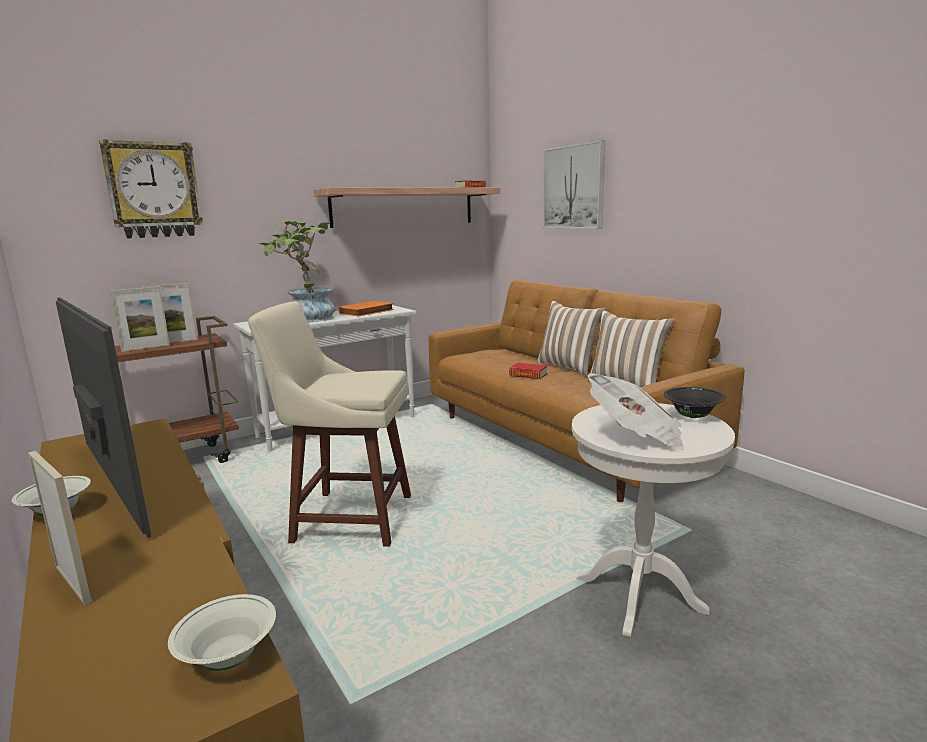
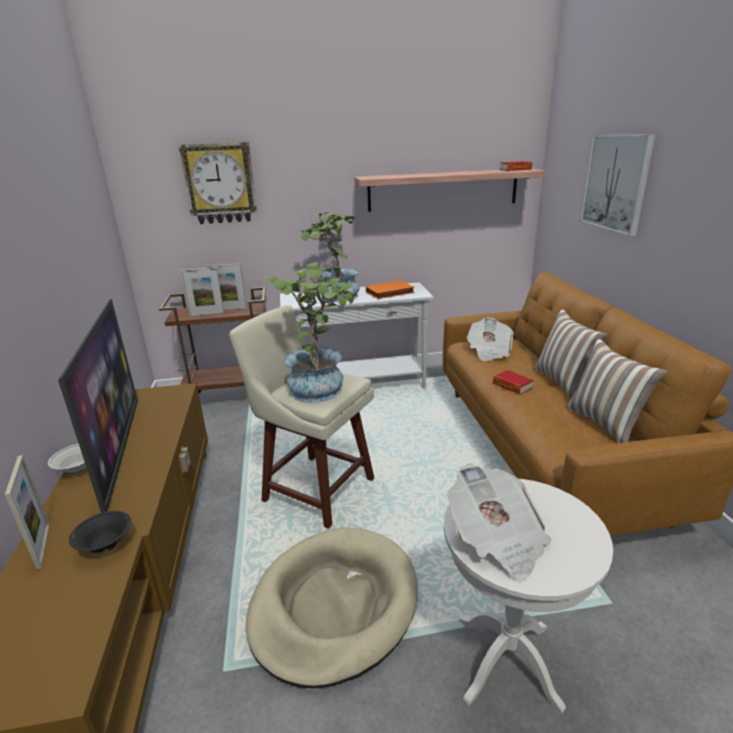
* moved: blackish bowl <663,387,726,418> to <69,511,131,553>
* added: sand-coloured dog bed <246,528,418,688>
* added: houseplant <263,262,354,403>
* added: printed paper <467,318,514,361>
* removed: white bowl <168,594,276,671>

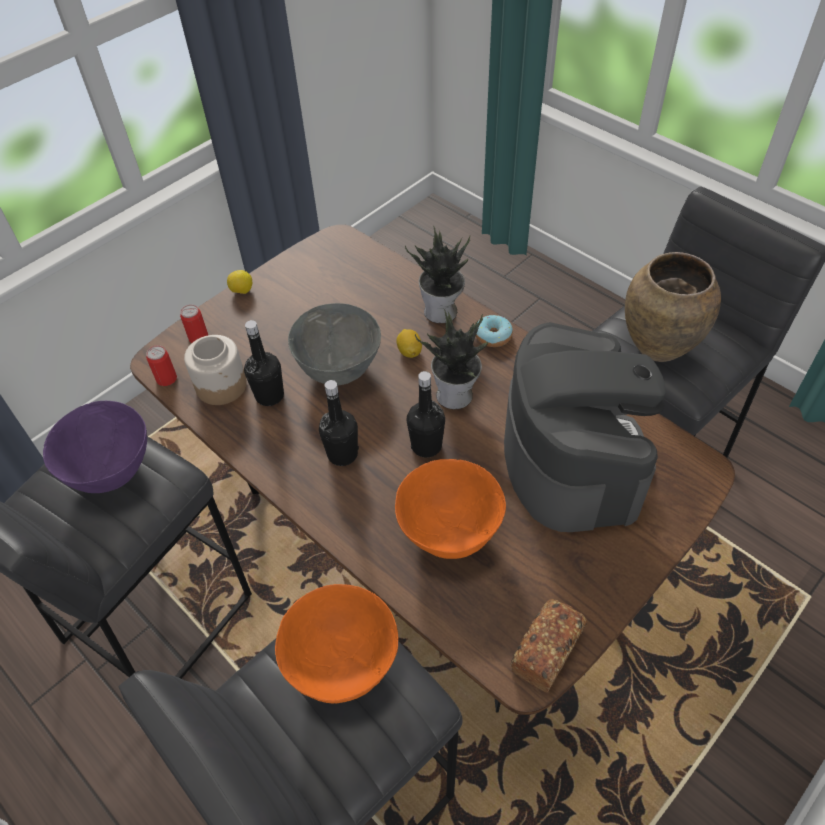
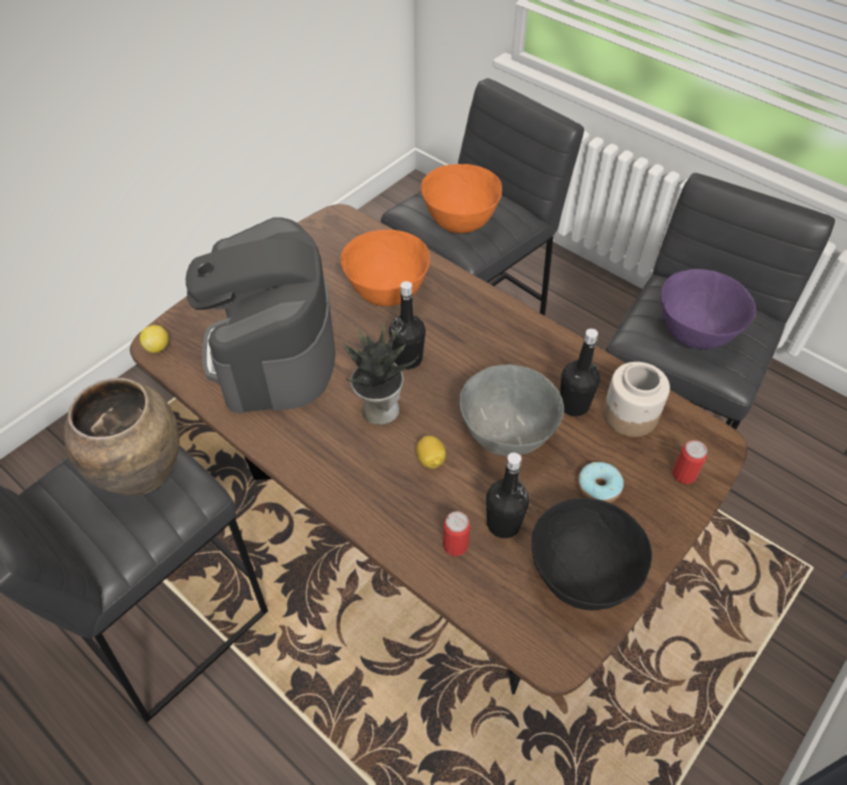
* moved: citrus fruit <227,270,252,294> to <140,325,169,353>
* moved: can <146,345,177,386> to <443,511,470,556>
* moved: blackish drink bottle <319,380,359,466> to <486,452,529,538>
* added: blackish bowl <532,498,652,610>
* moved: donut <476,315,513,347> to <578,462,624,503>
* removed: houseplant <405,225,470,323>
* removed: bread <510,599,587,692>

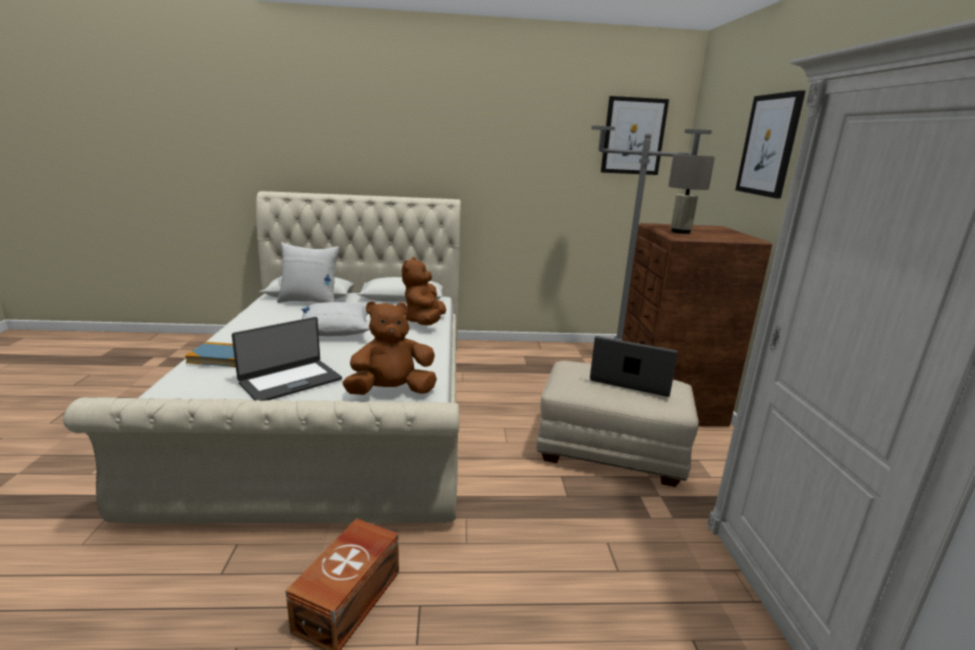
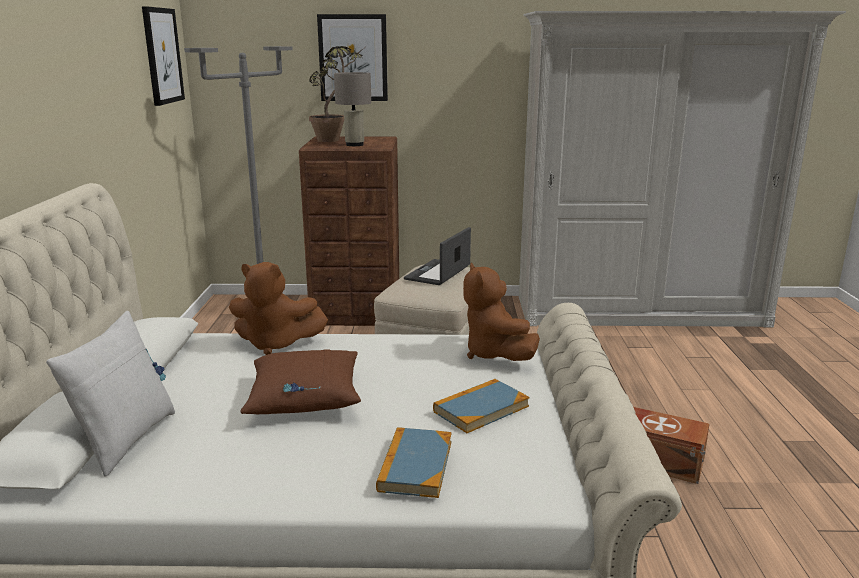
* recoloured: gray pillow <301,302,370,336> to brownish pillow <240,349,361,414>
* added: houseplant <309,46,364,142>
* replaced: portable computer <232,317,342,401> to bound book <433,379,529,433>

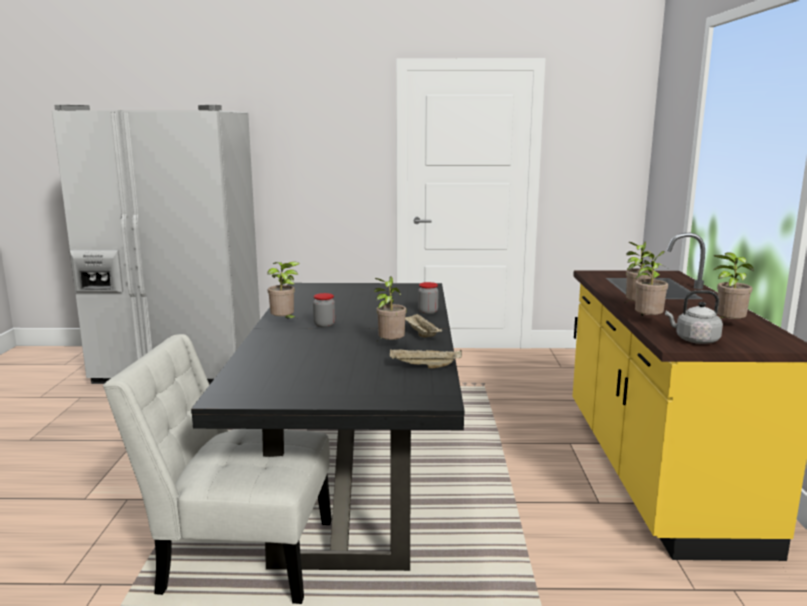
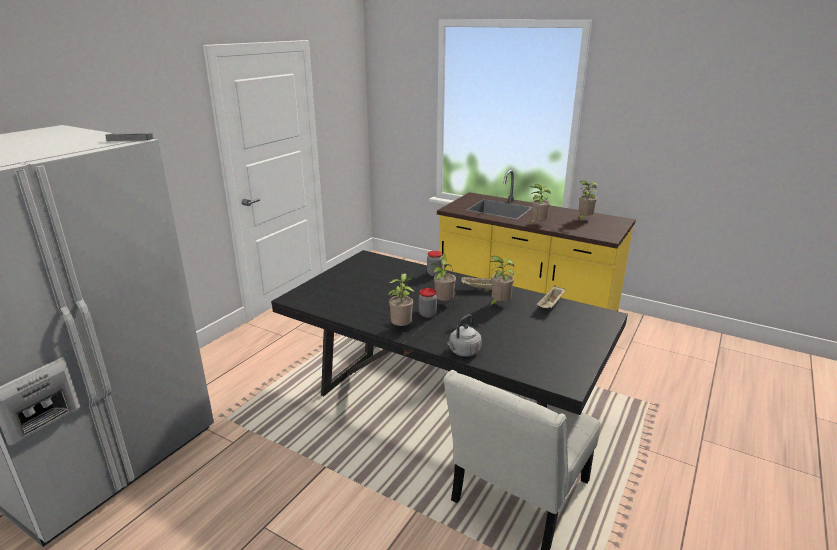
* moved: houseplant <635,250,668,317> to <432,253,456,301>
* moved: gray kettle <665,290,723,344> to <447,314,482,357>

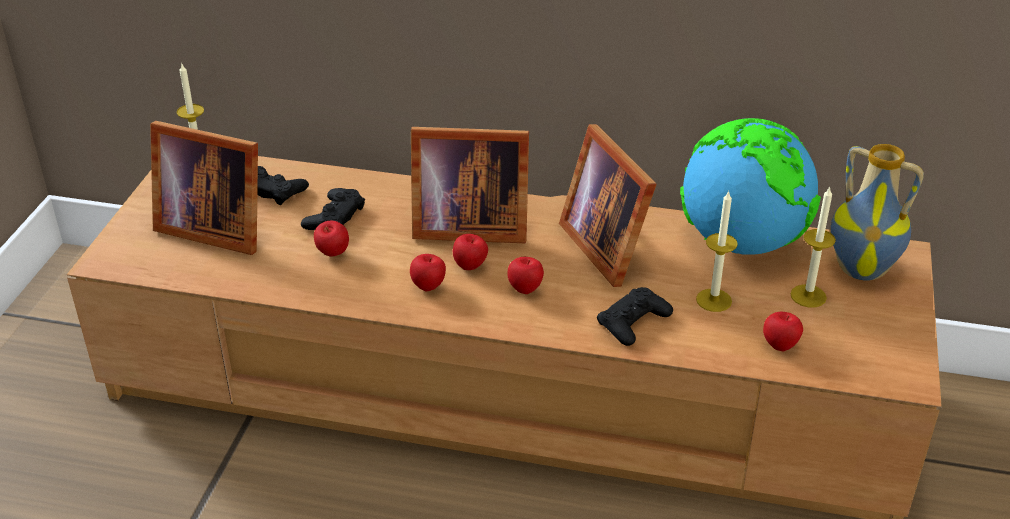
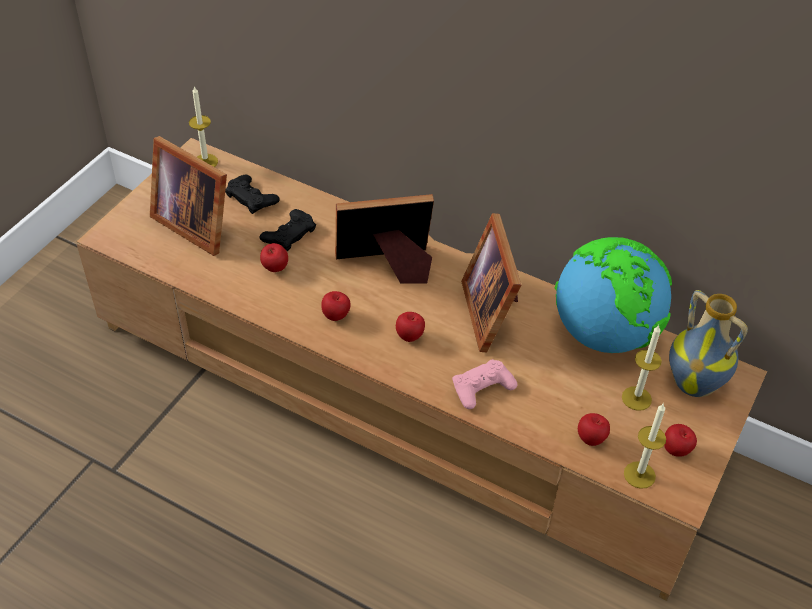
* turned: standing frame <411,127,529,243> = <335,194,434,283> 150 degrees clockwise
* recoloured: blackish gamepad <597,287,673,346> to pink-coloured gamepad <452,359,517,409>
* moved: candle <696,191,738,312> to <624,403,666,489>
* moved: whole apple <453,234,488,270> to <664,424,697,457>

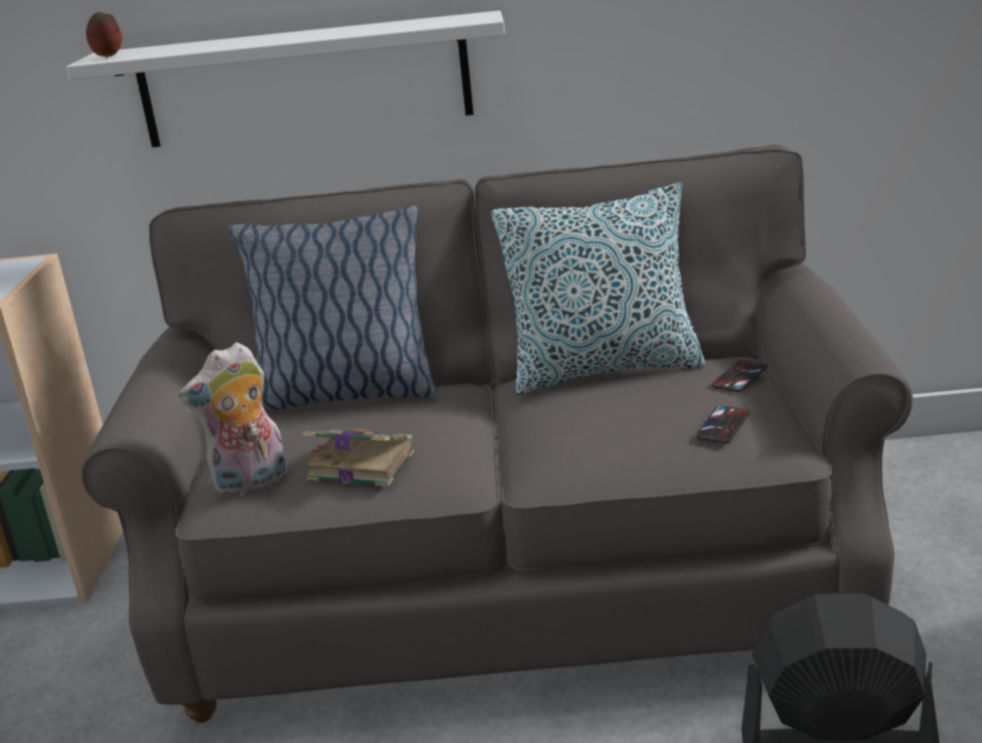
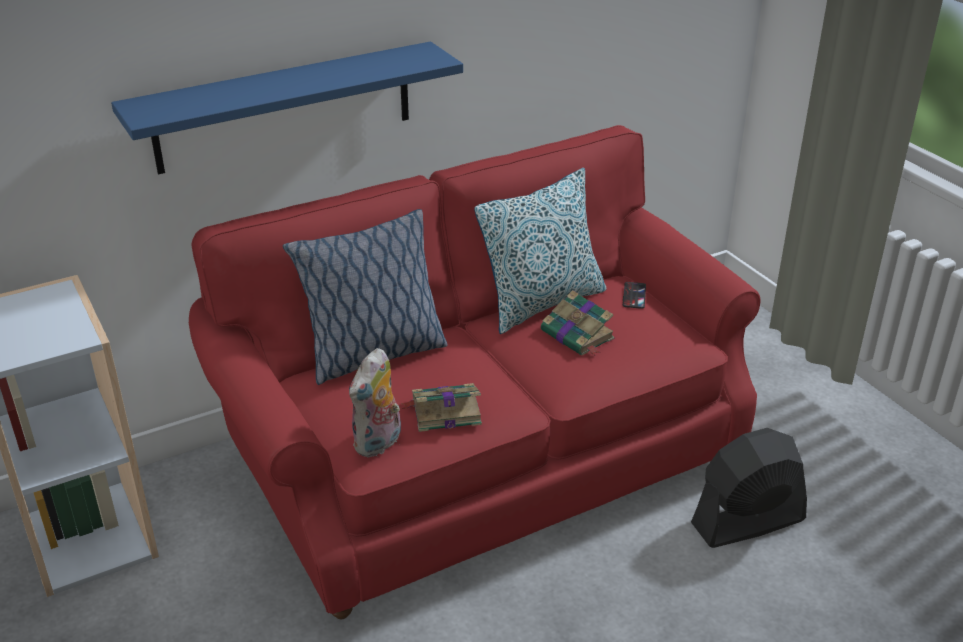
* recoloured: white wall shelf <66,11,505,147> to blue wall shelf <111,42,463,174>
* recoloured: gray settee <81,145,913,723> to red settee <189,125,761,619>
* added: bound book <541,290,614,356>
* removed: whole apple <86,12,122,57>
* removed: handset <696,406,750,444>

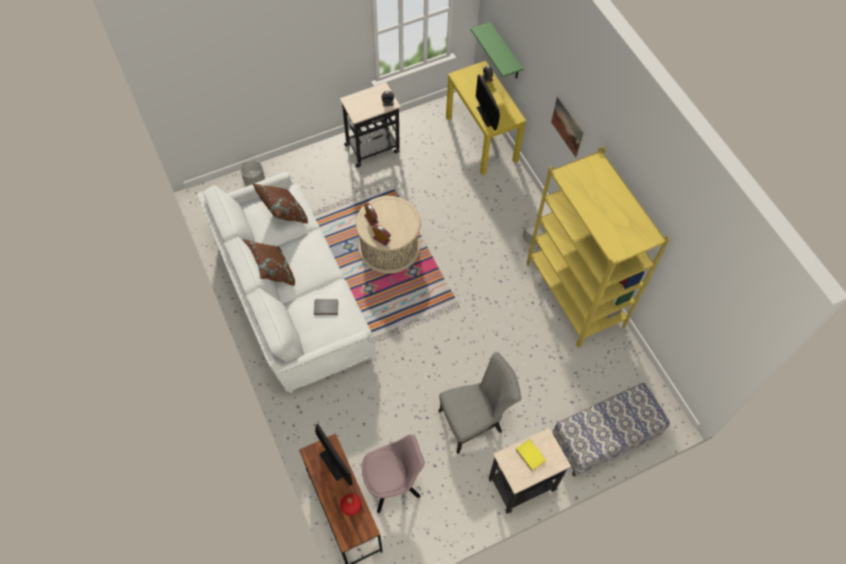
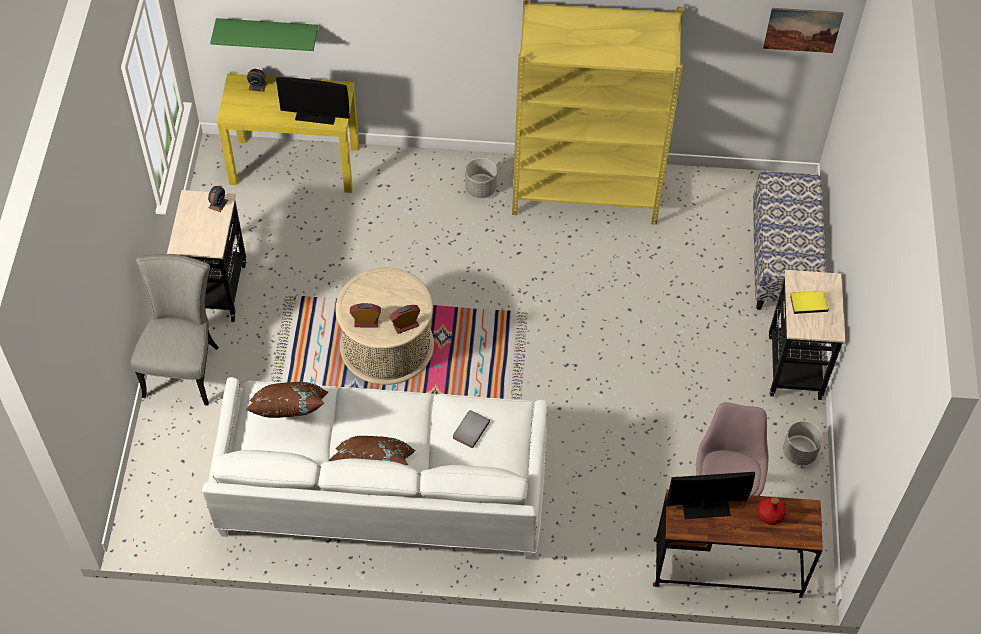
* moved: gray plain chair <438,352,521,454> to <130,254,219,406>
* moved: wall picture <551,96,584,157> to <763,8,844,53>
* moved: gray flower pot <240,160,265,186> to <783,421,823,465>

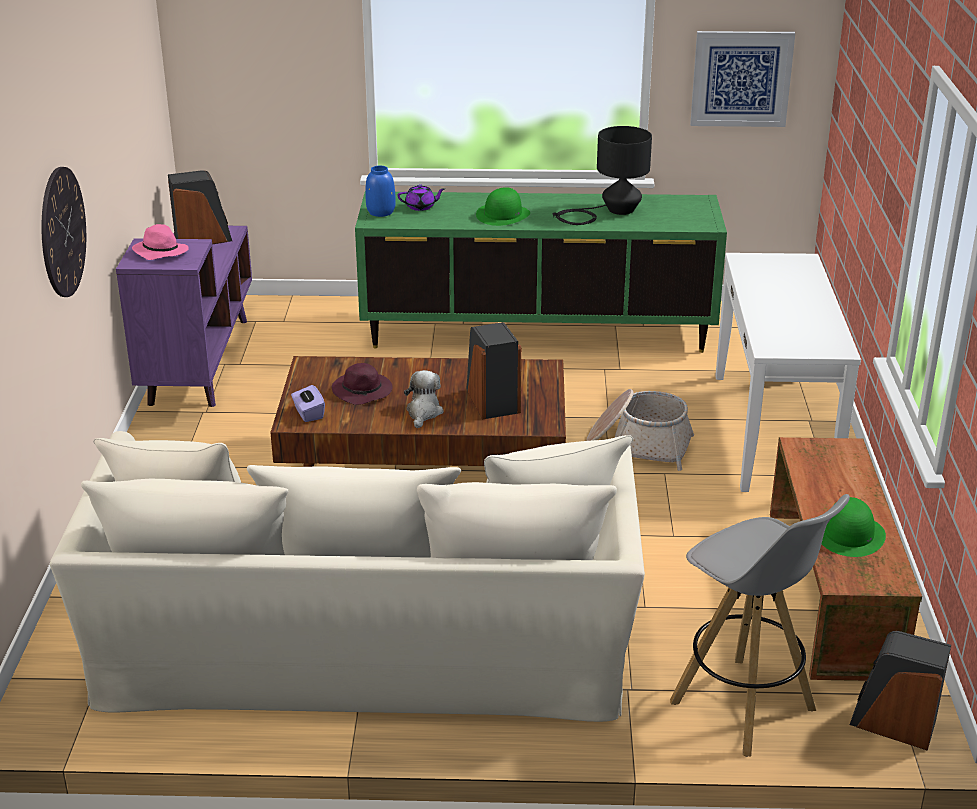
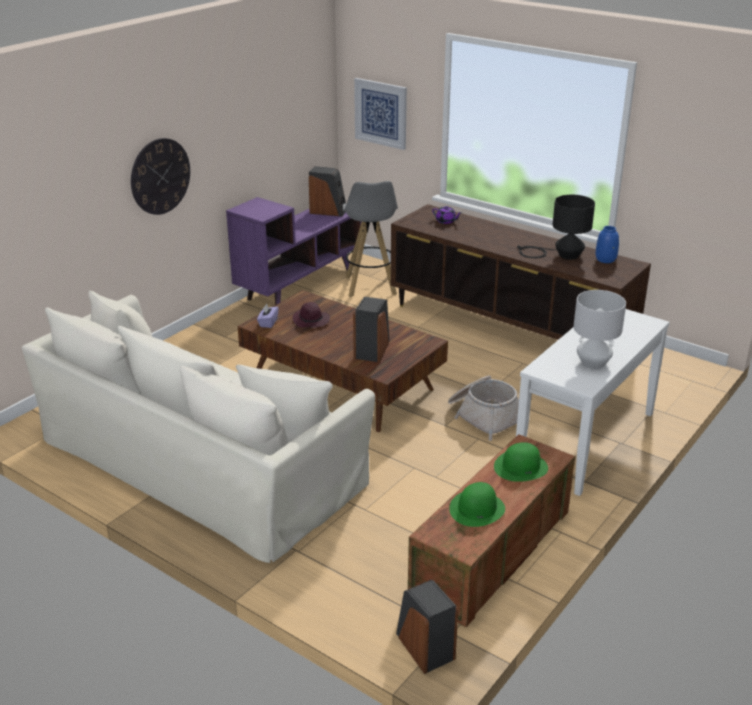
* moved: gray stool seat <670,494,850,757> to <343,181,398,297>
* moved: wall picture <690,31,795,127> to <354,78,407,150>
* recoloured: green cupboard <355,192,727,353> to brownish cupboard <391,204,651,340>
* moved: green clothing hat <476,187,530,226> to <494,442,548,482>
* added: white table lamp <573,290,626,369>
* moved: blue flower vase <365,166,396,217> to <596,226,619,263>
* removed: pink-coloured clothing hat <132,224,189,260>
* removed: soft toy <404,370,444,428>

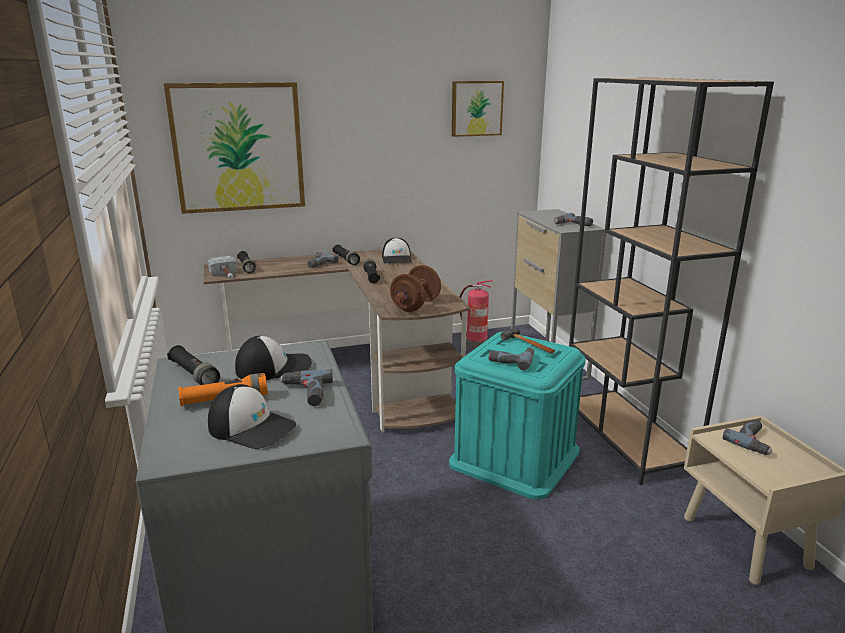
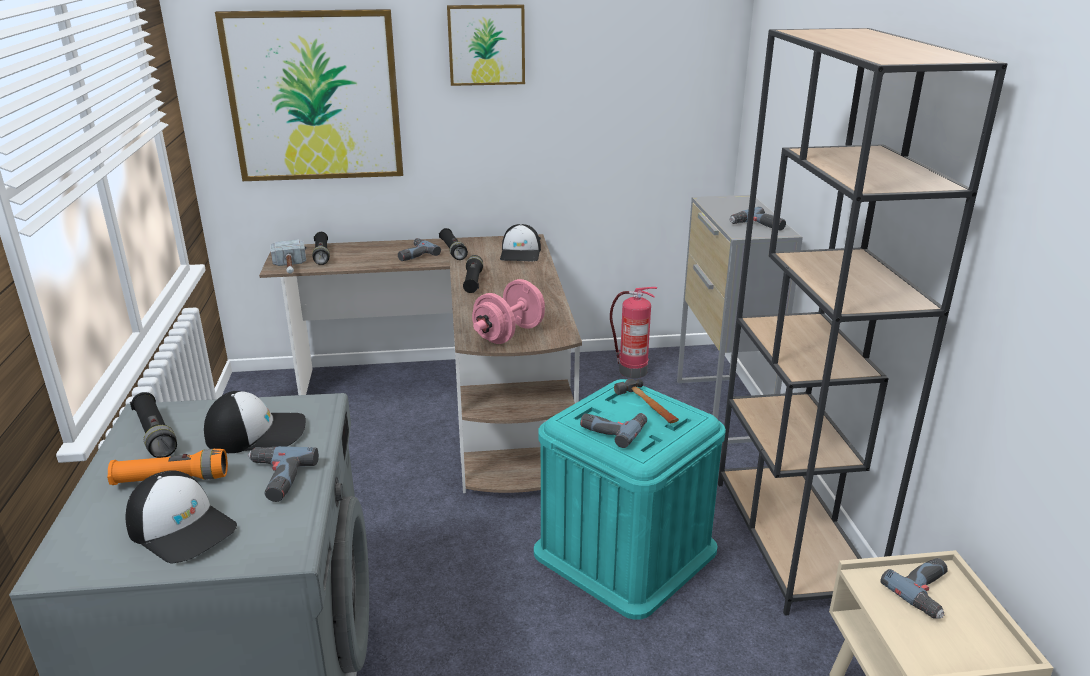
* moved: wall picture <452,81,504,137> to <447,4,525,86>
* recoloured: brownish free weight <390,265,441,312> to pink-coloured free weight <472,279,545,344>

